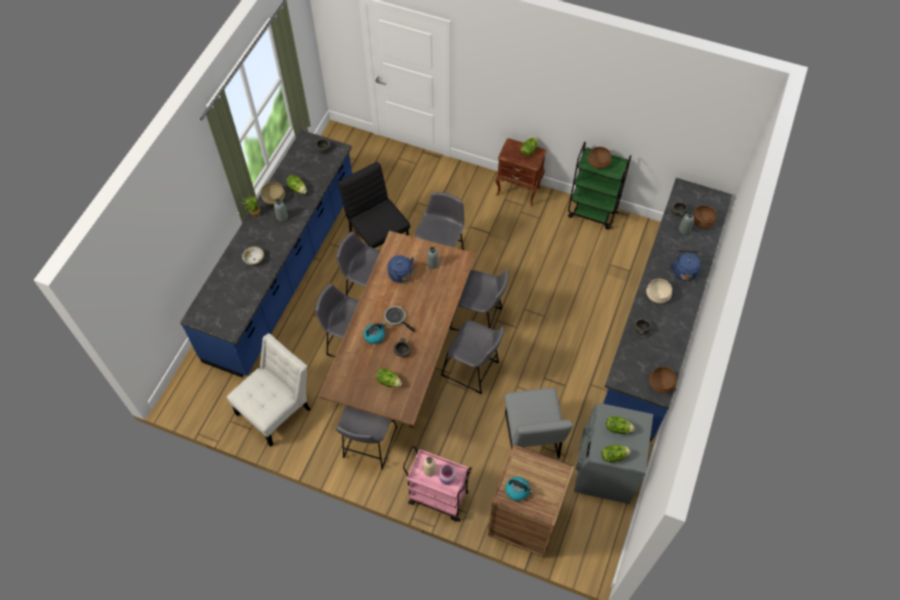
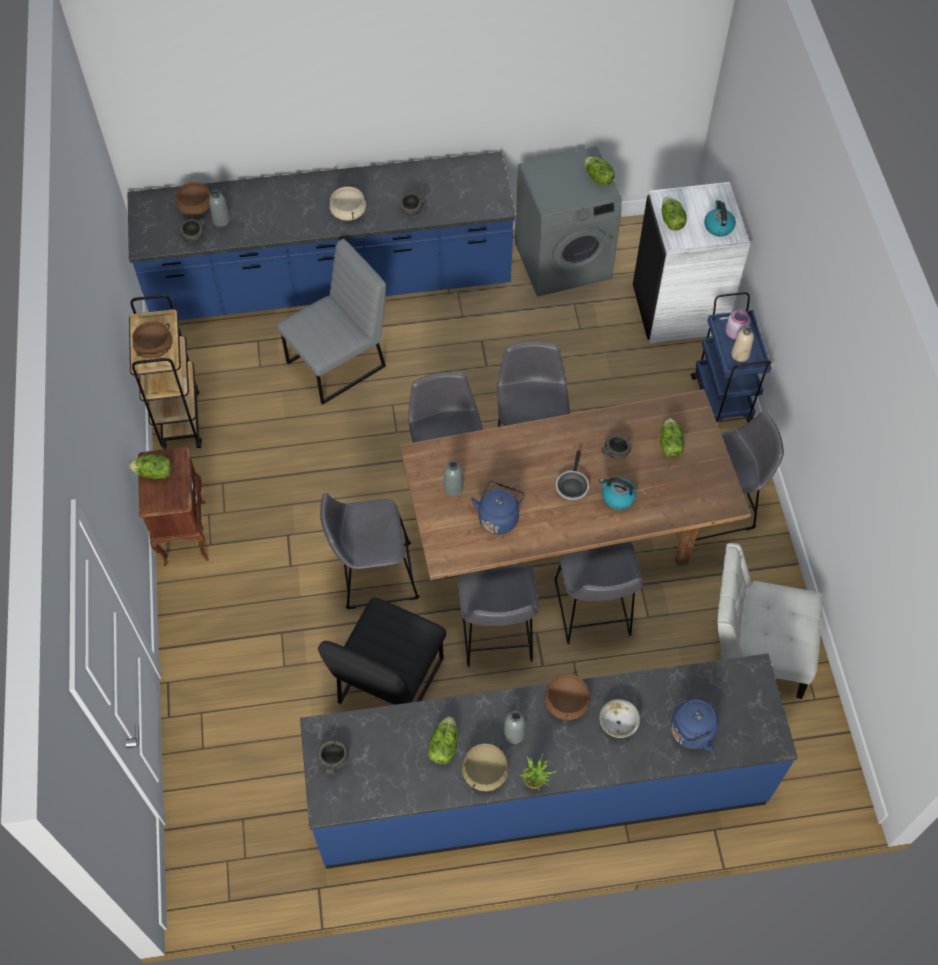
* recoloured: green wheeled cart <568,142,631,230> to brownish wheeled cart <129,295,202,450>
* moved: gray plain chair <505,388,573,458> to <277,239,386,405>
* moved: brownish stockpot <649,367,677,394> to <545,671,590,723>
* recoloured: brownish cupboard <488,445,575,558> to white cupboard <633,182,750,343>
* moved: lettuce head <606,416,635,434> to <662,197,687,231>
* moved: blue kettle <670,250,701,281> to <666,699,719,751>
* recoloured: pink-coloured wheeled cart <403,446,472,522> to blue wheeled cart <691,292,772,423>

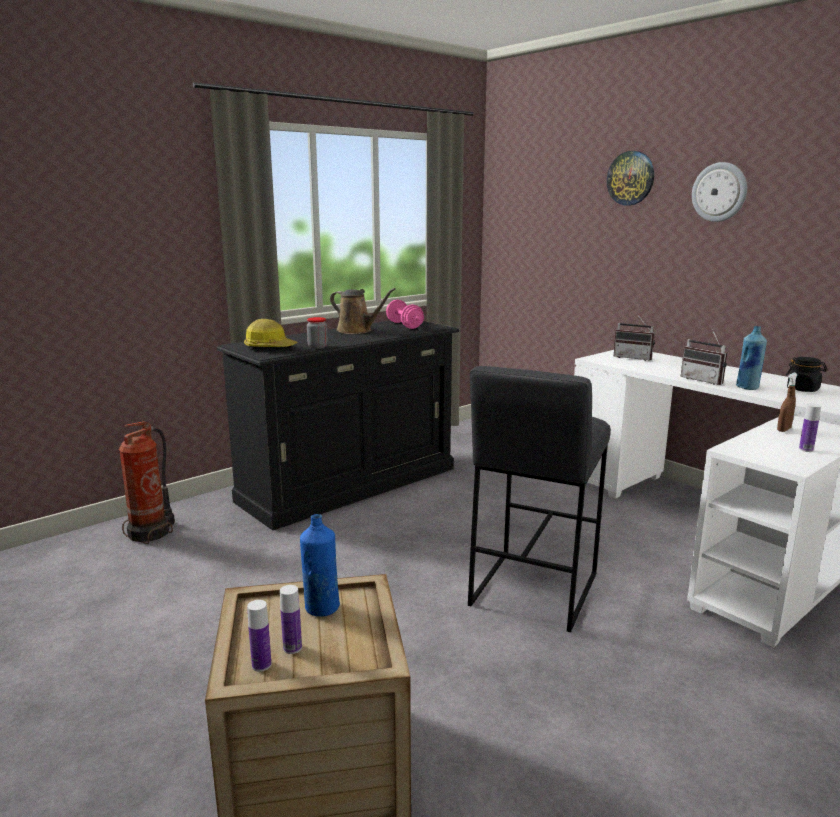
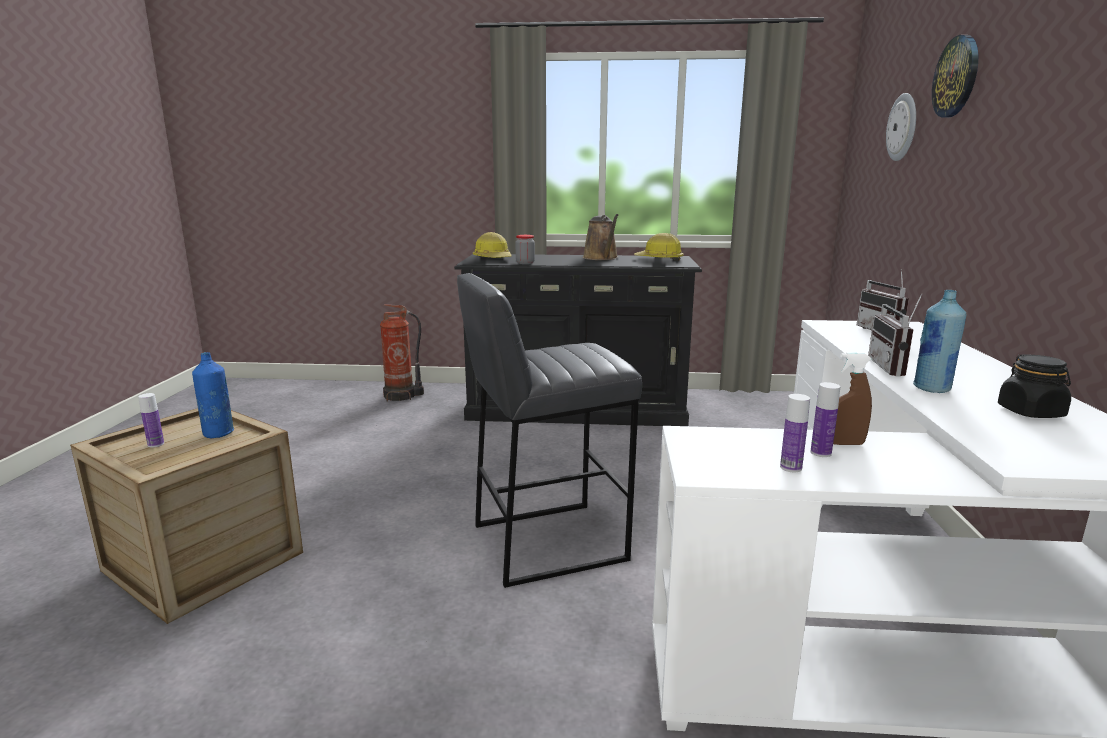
* replaced: pink-coloured free weight <386,300,424,329> to safety helmet <634,233,683,261>
* moved: drink bottle <247,600,271,672> to <810,382,840,457>
* moved: wall clock <692,162,747,222> to <886,93,916,161>

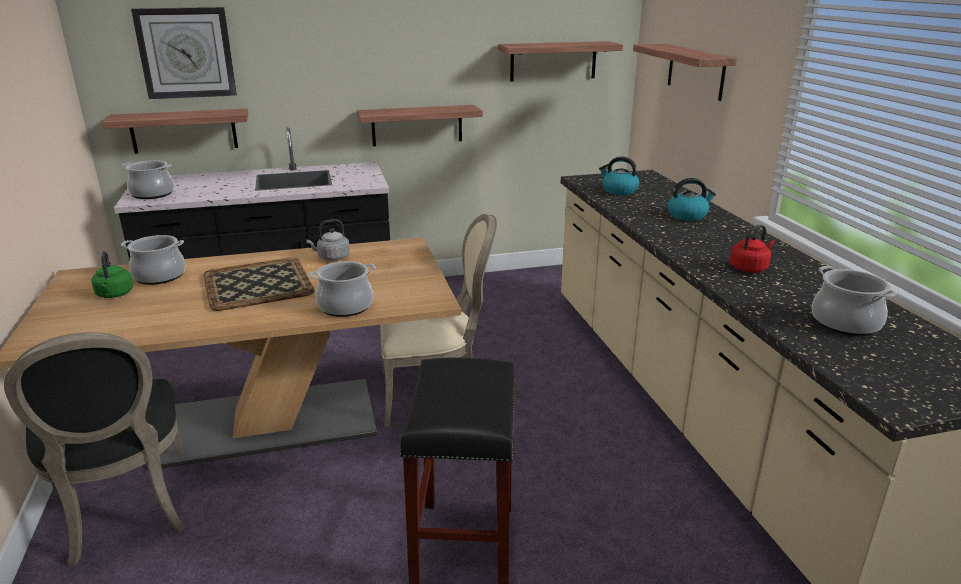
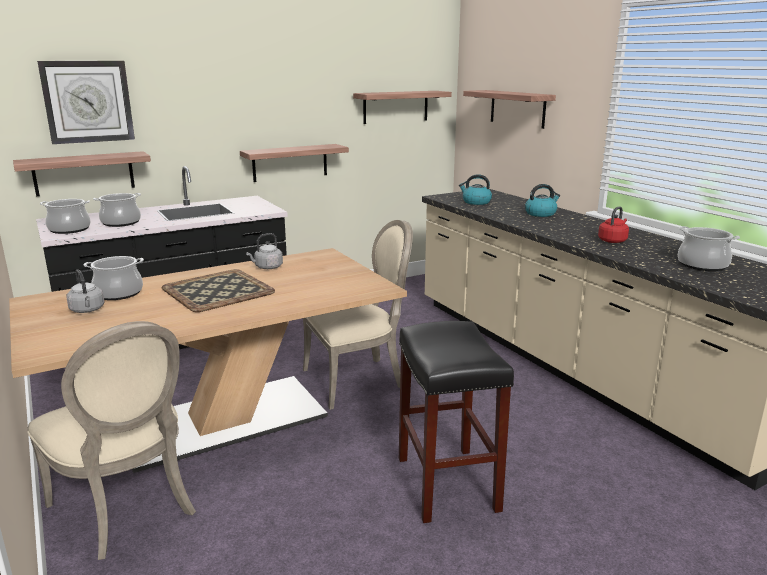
* recoloured: blackish plain chair <4,332,185,566> to sand-coloured plain chair <27,321,196,560>
* recoloured: green kettle <91,251,133,298> to gray kettle <66,269,104,313>
* moved: stockpot <308,261,376,317> to <93,193,141,227>

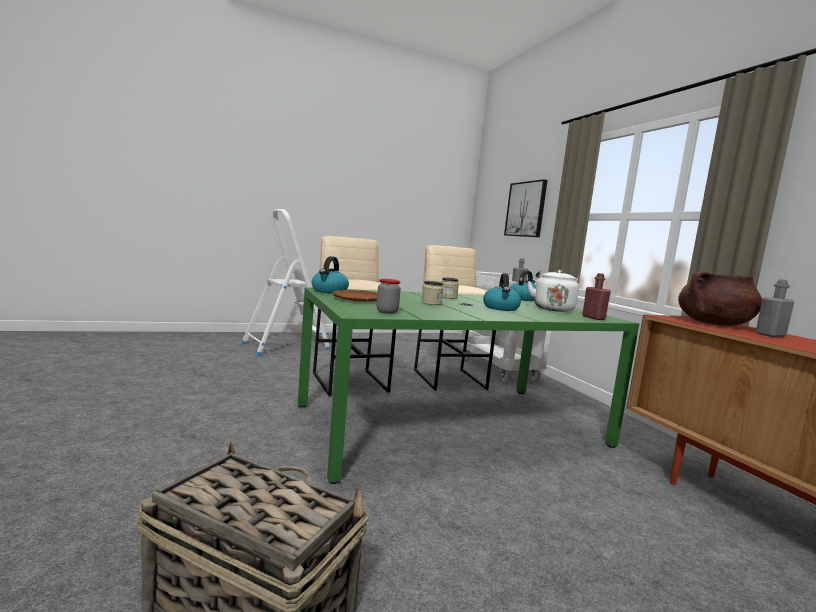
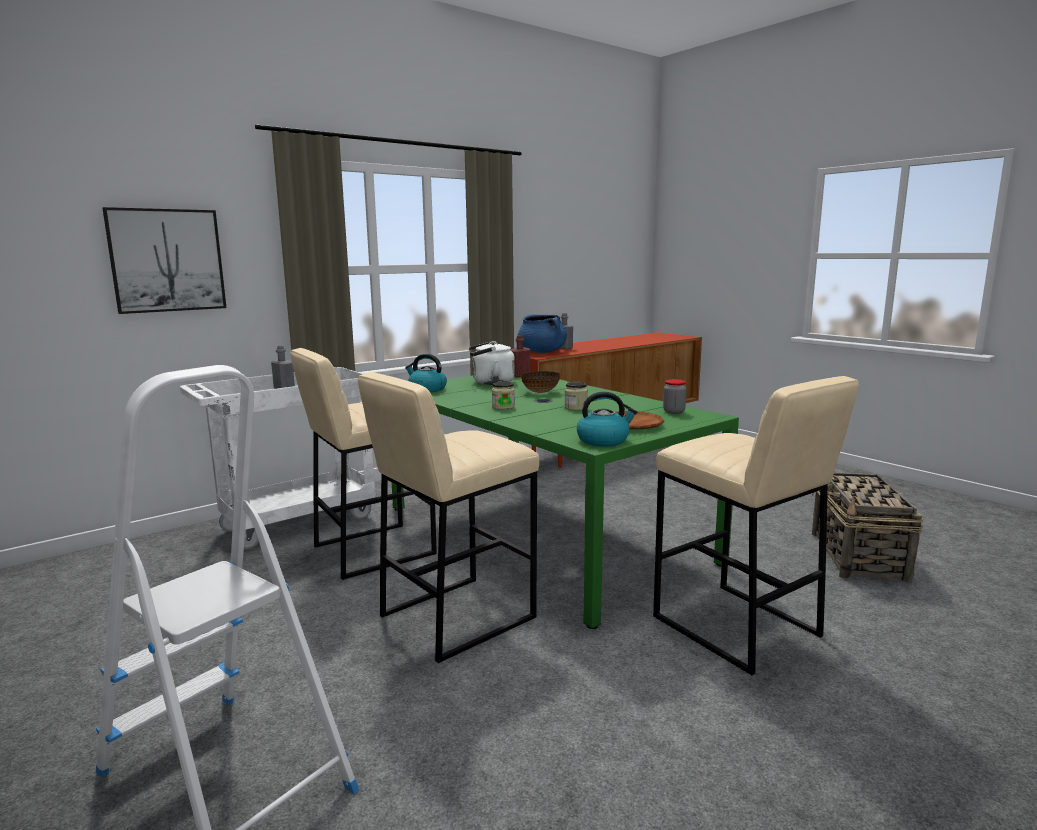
* recoloured: brownish stockpot <678,272,762,326> to blue stockpot <518,314,567,353>
* replaced: kettle <483,273,521,311> to bowl <521,371,560,393>
* added: sand-coloured stool seat <653,376,859,675>

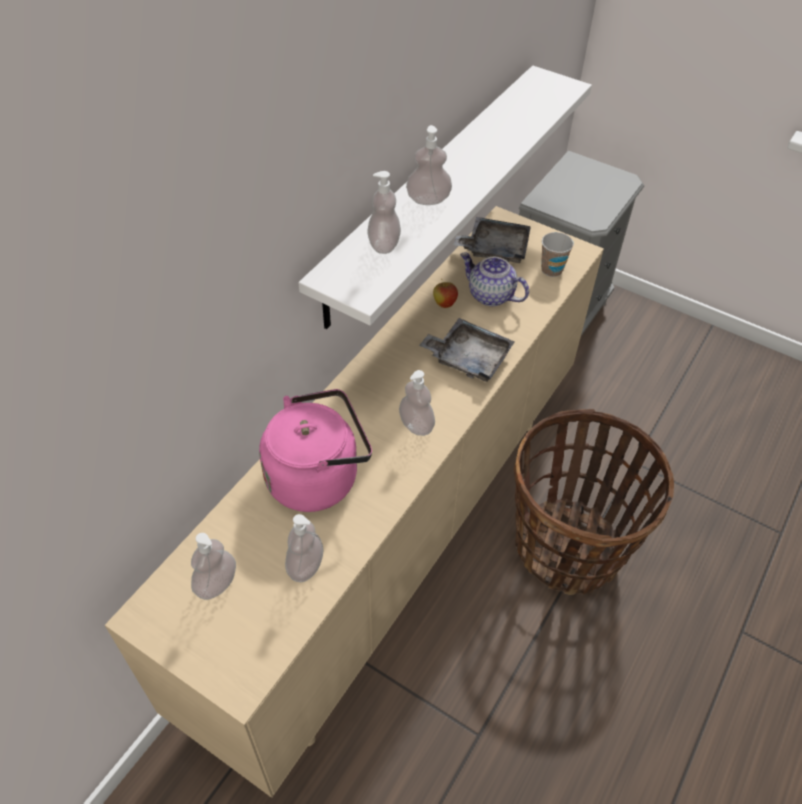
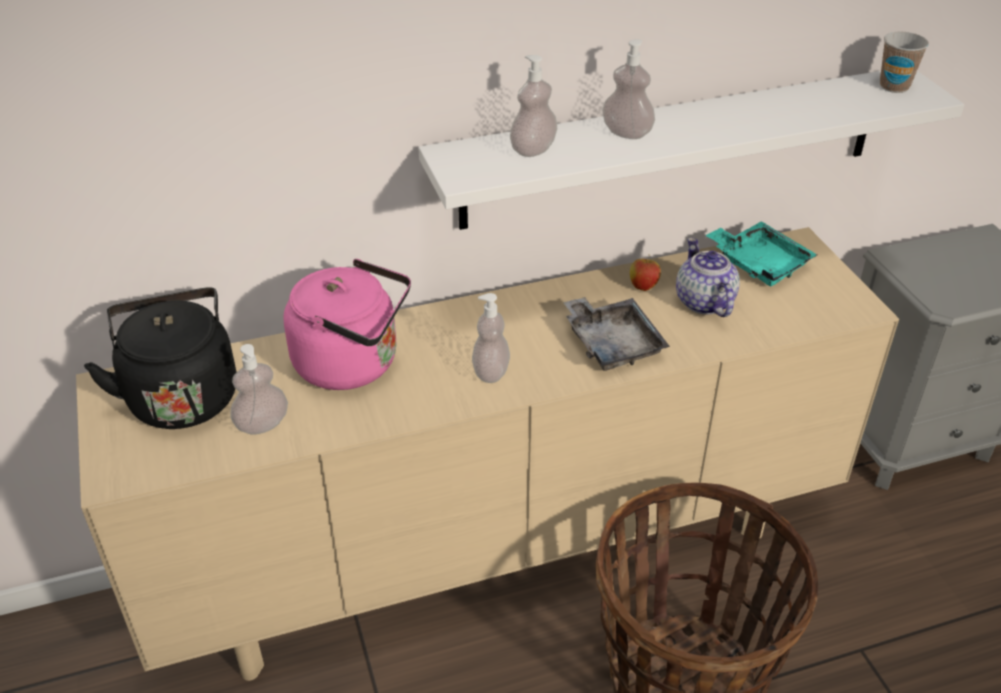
* replaced: liquid soap bottle <191,533,236,600> to blackish kettle <84,287,237,429>
* recoloured: gray serving tray <454,217,531,263> to turquoise-coloured serving tray <705,221,817,286>
* moved: cup <541,232,574,277> to <880,32,929,93>

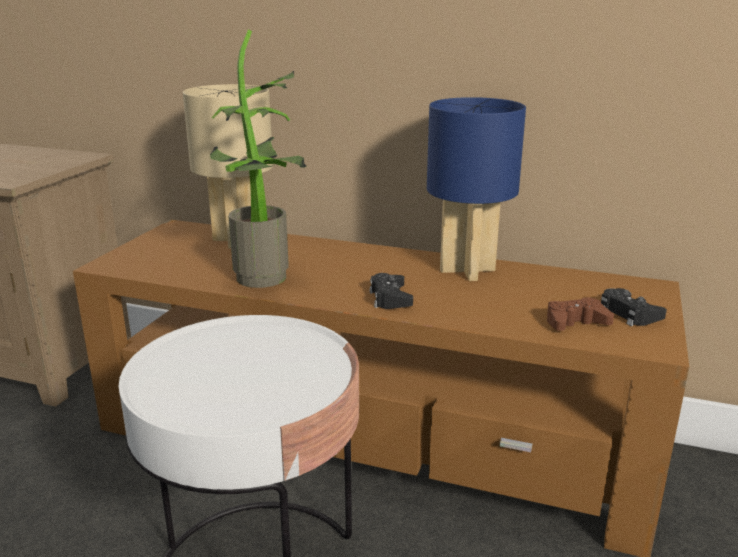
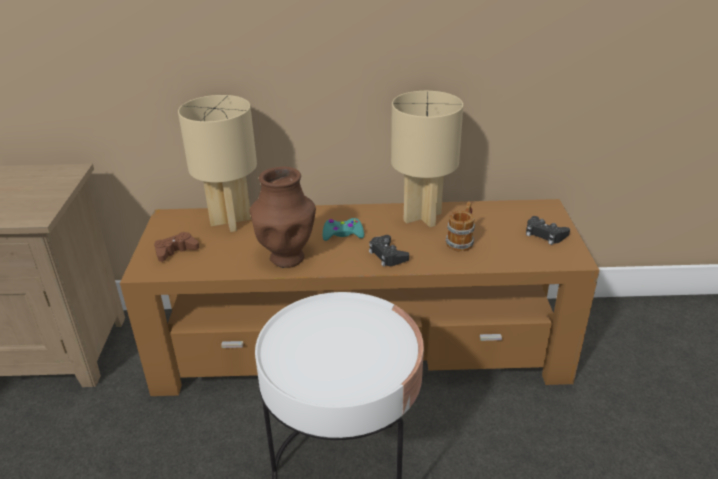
* moved: brownish gamepad <547,297,614,331> to <154,232,200,262>
* replaced: houseplant <210,29,306,288> to brownish flower vase <250,166,316,268>
* added: turquoise-coloured gamepad <323,218,364,241>
* recoloured: blue table lamp <427,97,526,281> to sand-coloured table lamp <391,91,463,227>
* added: coffee mug <445,202,475,252>

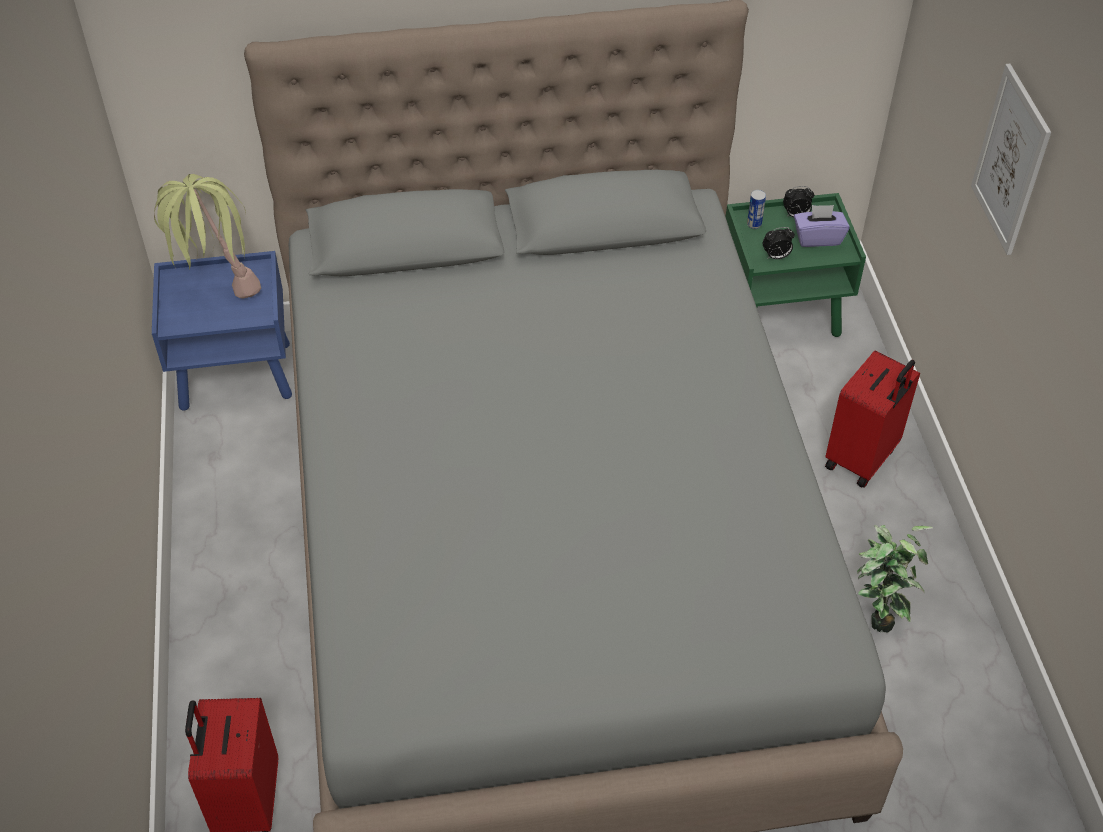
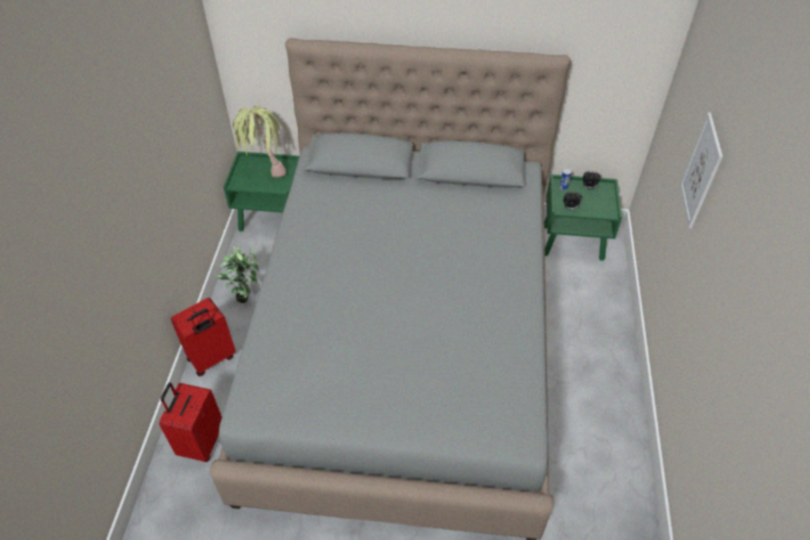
* moved: red travel case <825,351,920,488> to <171,298,236,376>
* moved: houseplant <857,525,933,633> to <216,245,259,303>
* recoloured: blue night table <152,251,292,411> to green night table <223,151,300,231>
* removed: purple tissue holder <794,205,849,247>

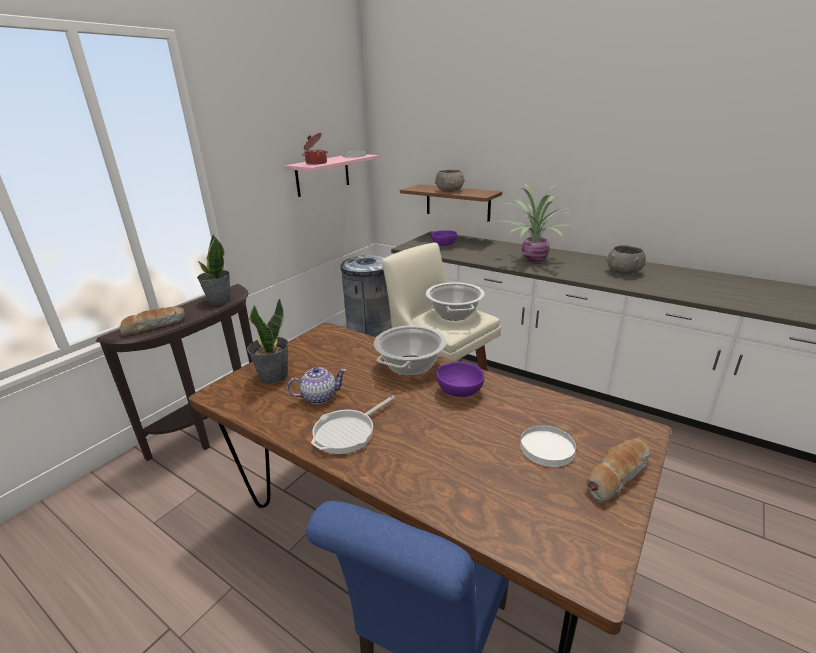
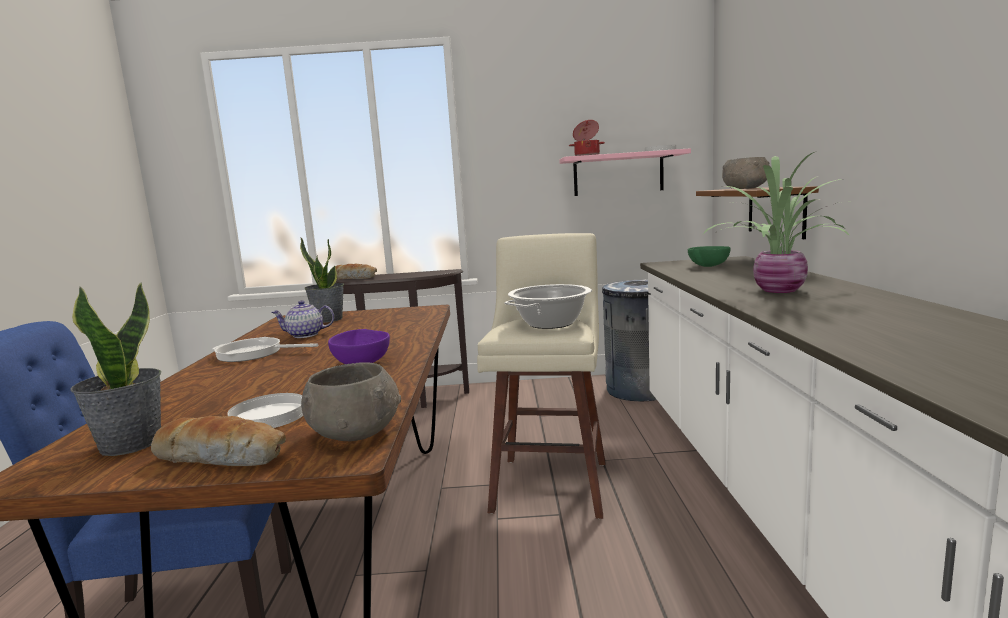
* moved: houseplant <197,234,231,305> to <70,282,161,456>
* turned: pot for tea <287,367,346,404> = <271,300,334,338> 135 degrees clockwise
* moved: gray bowl <606,245,646,274> to <301,362,401,441>
* recoloured: purple bowl <431,230,457,246> to green bowl <688,246,730,267>
* removed: stockpot <374,325,446,376>

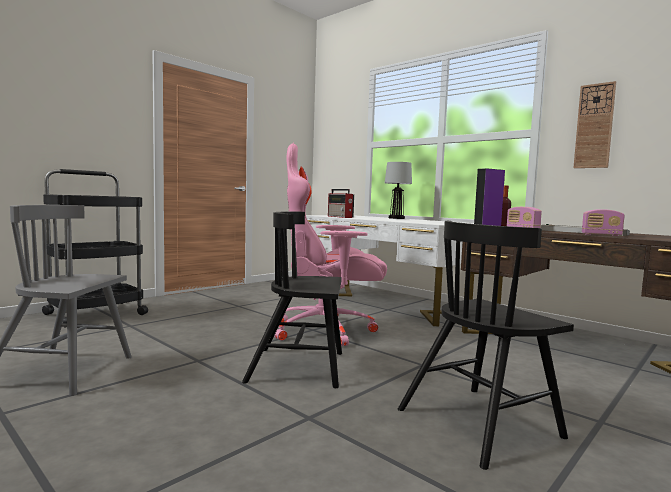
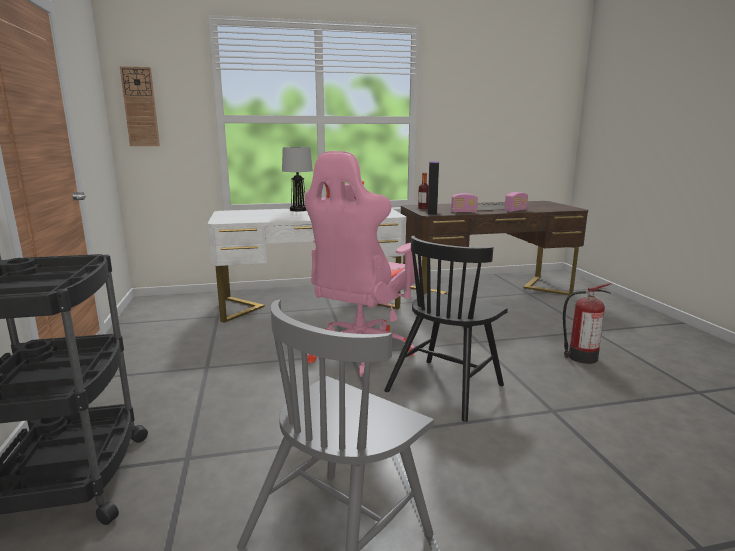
* moved: wall clock <574,81,616,168> to <120,66,160,146>
* replaced: blackish plain chair <398,221,574,470> to fire extinguisher <563,283,611,364>
* removed: radio set <328,189,354,218>

